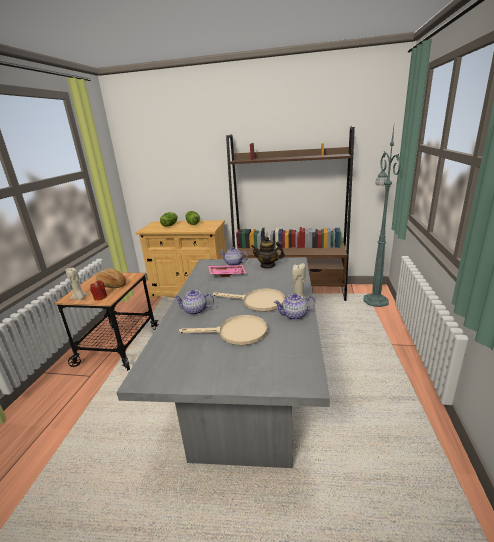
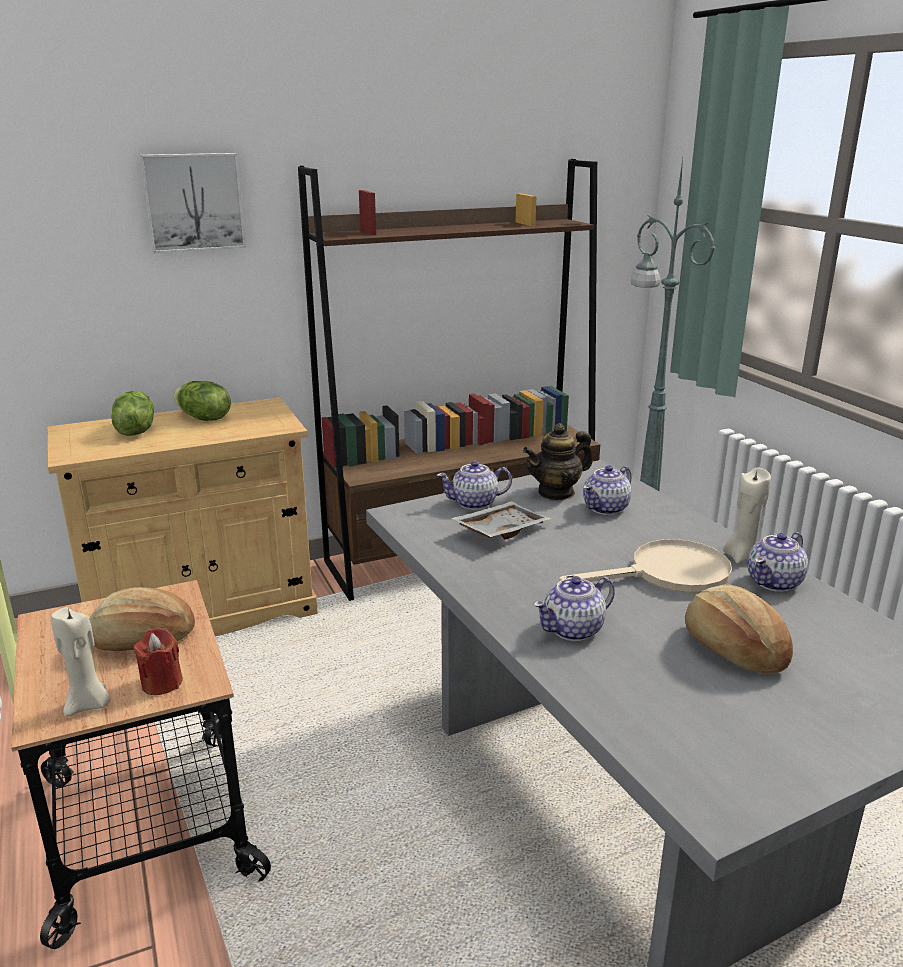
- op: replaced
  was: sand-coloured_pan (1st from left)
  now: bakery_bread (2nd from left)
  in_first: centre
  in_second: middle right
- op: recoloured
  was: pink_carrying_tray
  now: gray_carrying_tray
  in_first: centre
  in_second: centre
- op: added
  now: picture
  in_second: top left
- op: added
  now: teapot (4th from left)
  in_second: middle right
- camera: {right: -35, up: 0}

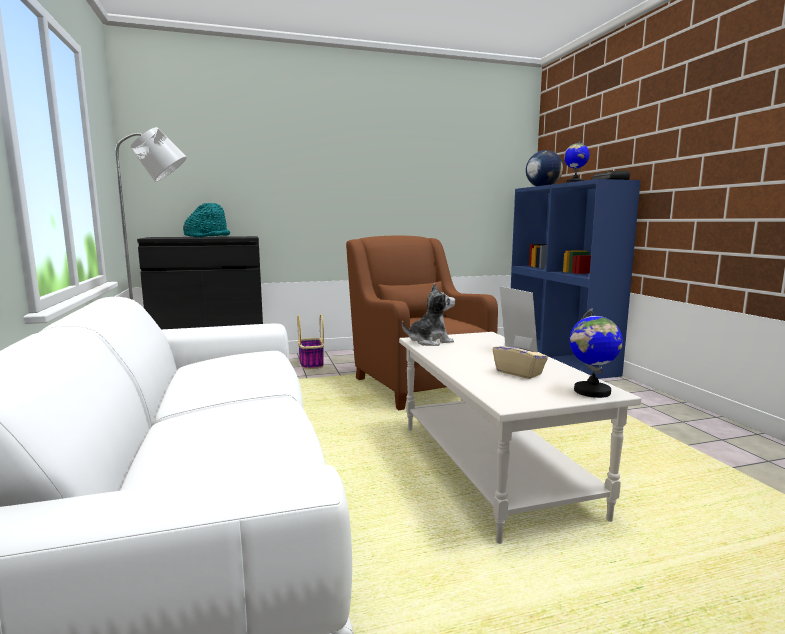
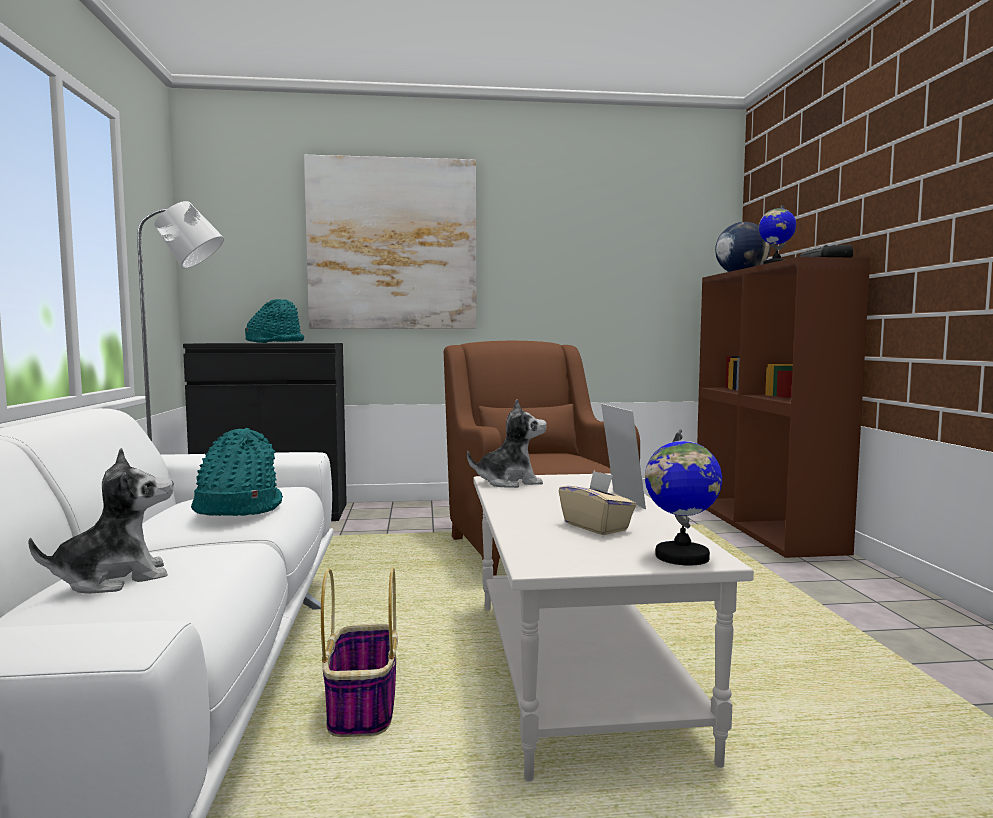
- op: moved
  was: household_basket
  in_first: centre
  in_second: bottom centre
- op: recoloured
  was: bluish_shelving_unit
  now: brownish_shelving_unit
  in_first: middle right
  in_second: middle right
- op: added
  now: plush_toy (1st from left)
  in_second: middle left
- op: added
  now: blue-green_clothing_hat (1st from left)
  in_second: middle left
- op: added
  now: picture
  in_second: top centre
- camera: {right: 10, up: -5}

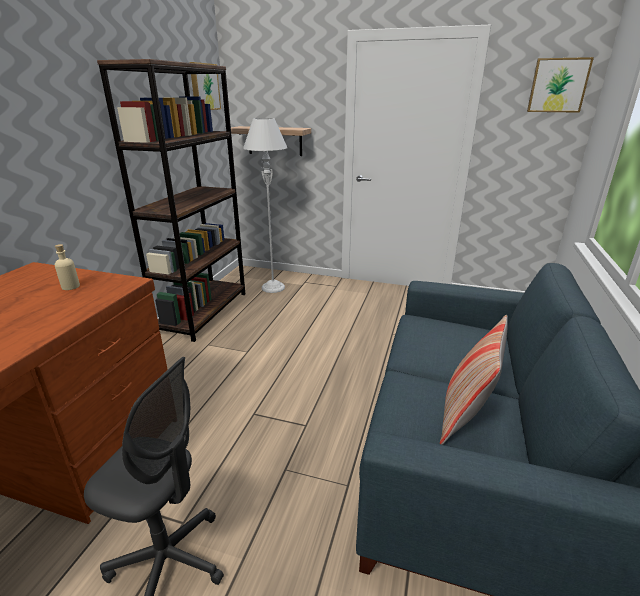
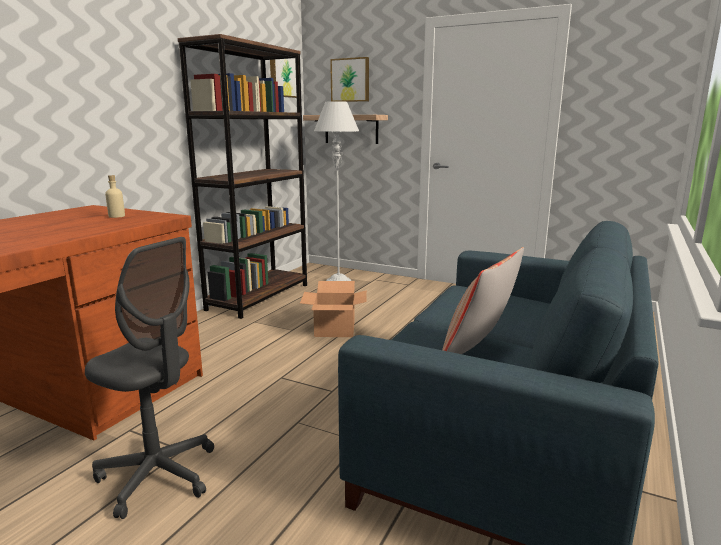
- op: moved
  was: picture (2nd from left)
  in_first: top right
  in_second: top centre
- op: added
  now: packing_box
  in_second: centre
- camera: {right: 10, up: -10}

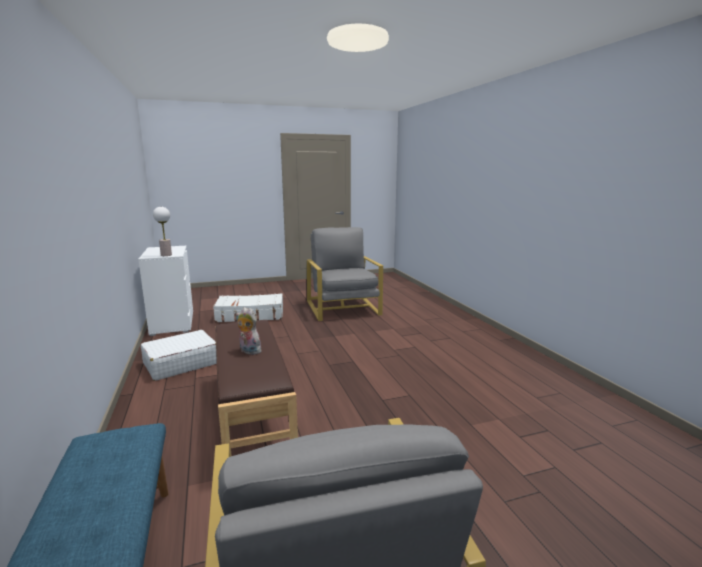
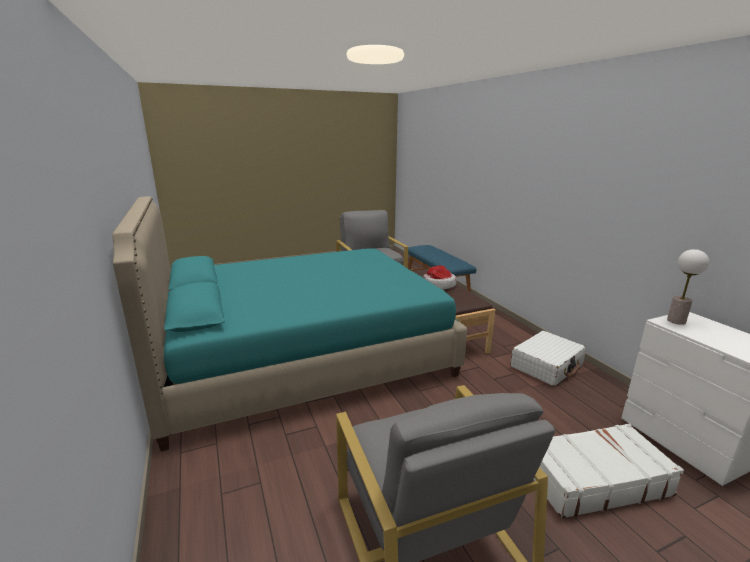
- op: replaced
  was: plush_toy
  now: clothing_hat
  in_first: centre
  in_second: centre
- op: added
  now: blue-green_bedroom_bed
  in_second: centre
- camera: {right: 175, up: 5}

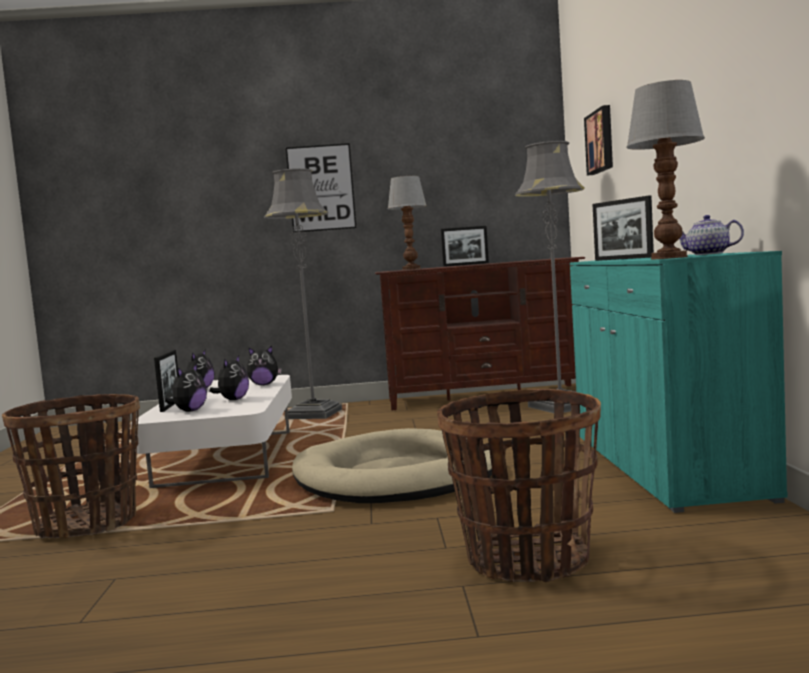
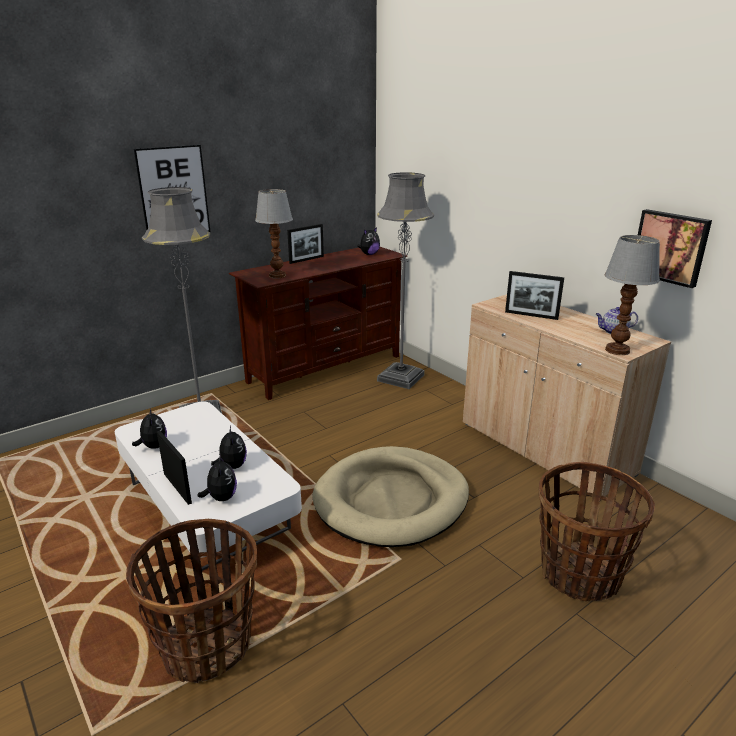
- op: moved
  was: plush_toy (4th from left)
  in_first: middle left
  in_second: top centre
- op: recoloured
  was: blue-green_cupboard
  now: sand-coloured_cupboard
  in_first: middle right
  in_second: middle right
- op: moved
  was: picture (2nd from left)
  in_first: top right
  in_second: middle right
- camera: {right: -35, up: 20}

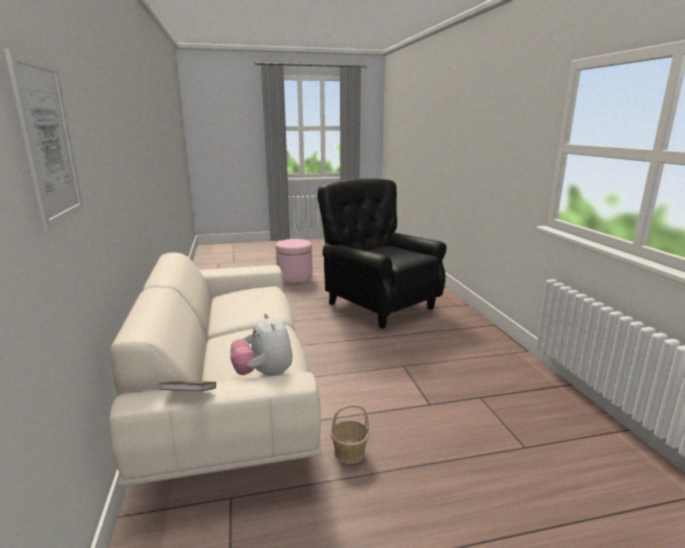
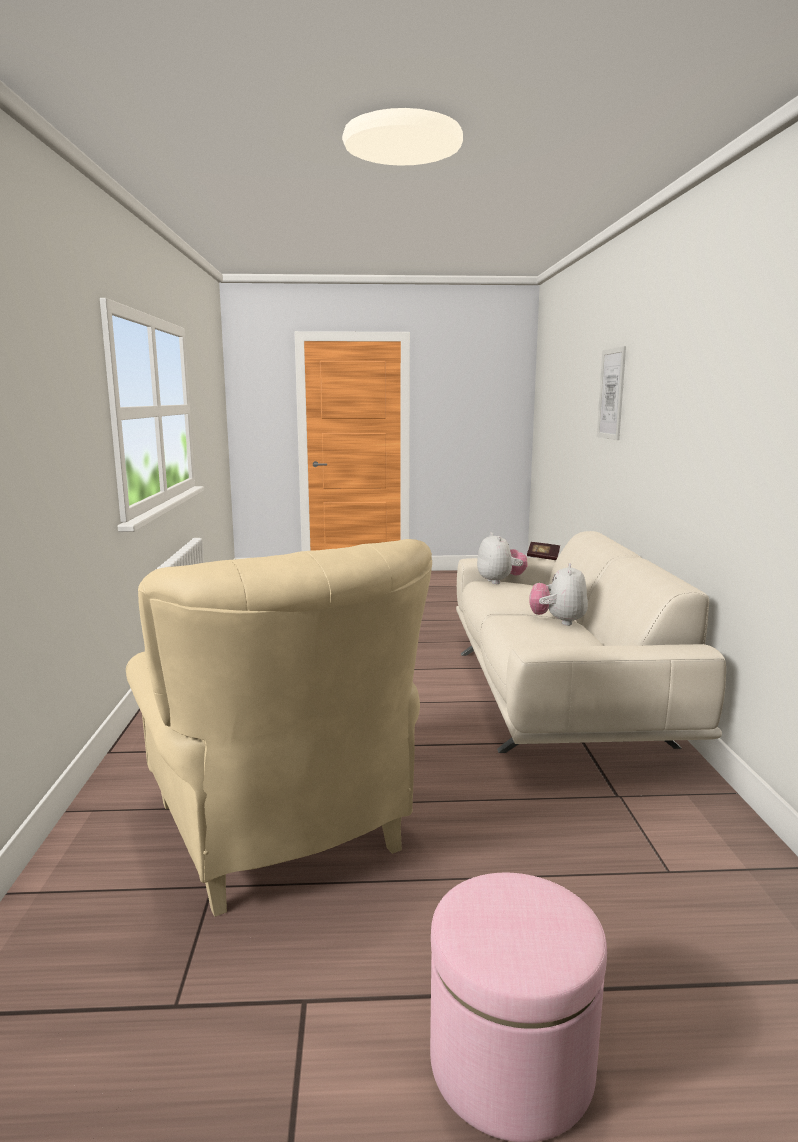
- op: recoloured
  was: black_armchair
  now: sand-coloured_armchair
  in_first: centre
  in_second: centre
- op: removed
  was: household_basket
  in_first: bottom centre
- op: added
  now: plush_toy (2nd from left)
  in_second: middle right
- camera: {right: -170, up: -5}

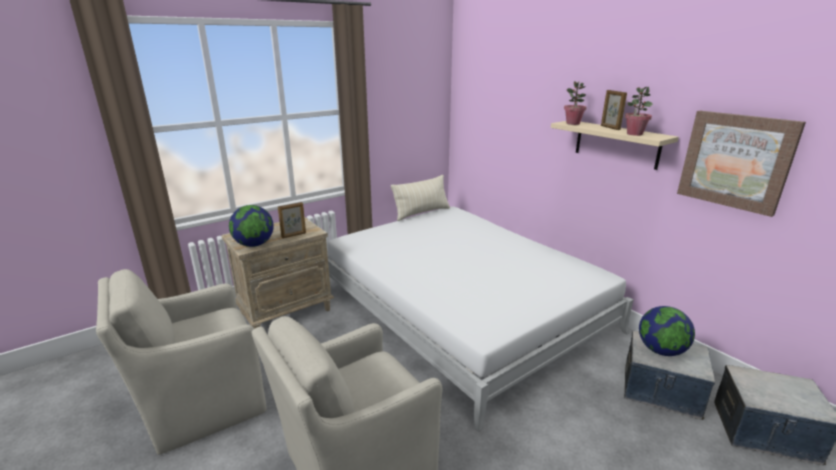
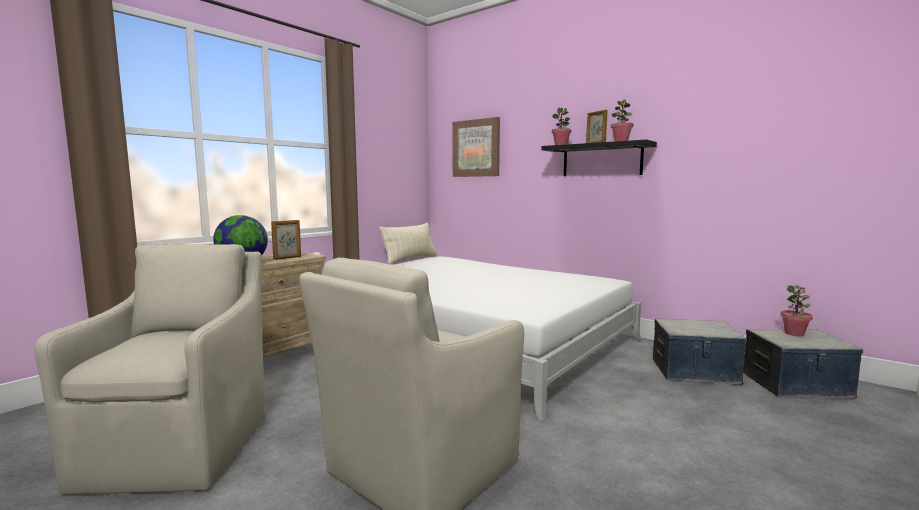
- op: turned
  was: sand-coloured_armchair (1st from left)
  in_first: bottom left
  in_second: bottom left
  clockwise: 135
- op: recoloured
  was: sand-coloured_bracket_shelf
  now: black_bracket_shelf
  in_first: top right
  in_second: top centre
- op: removed
  was: world_globe (2nd from left)
  in_first: bottom right
- op: moved
  was: picture
  in_first: middle right
  in_second: top centre
- op: added
  now: houseplant (3rd from left)
  in_second: middle right
- camera: {right: -15, up: -15}

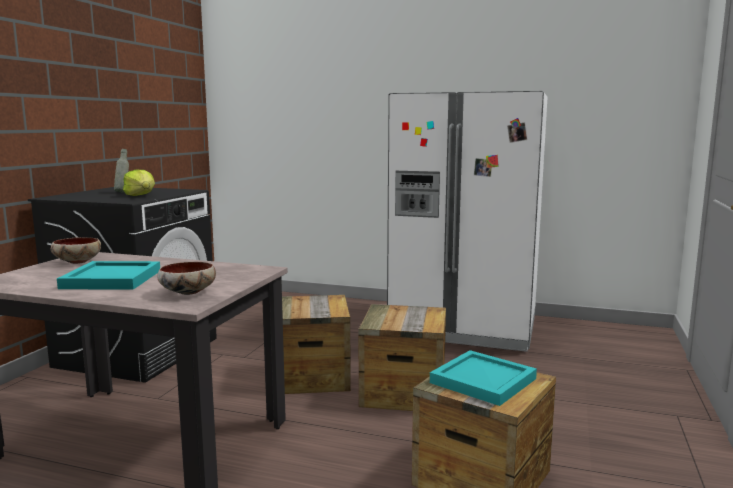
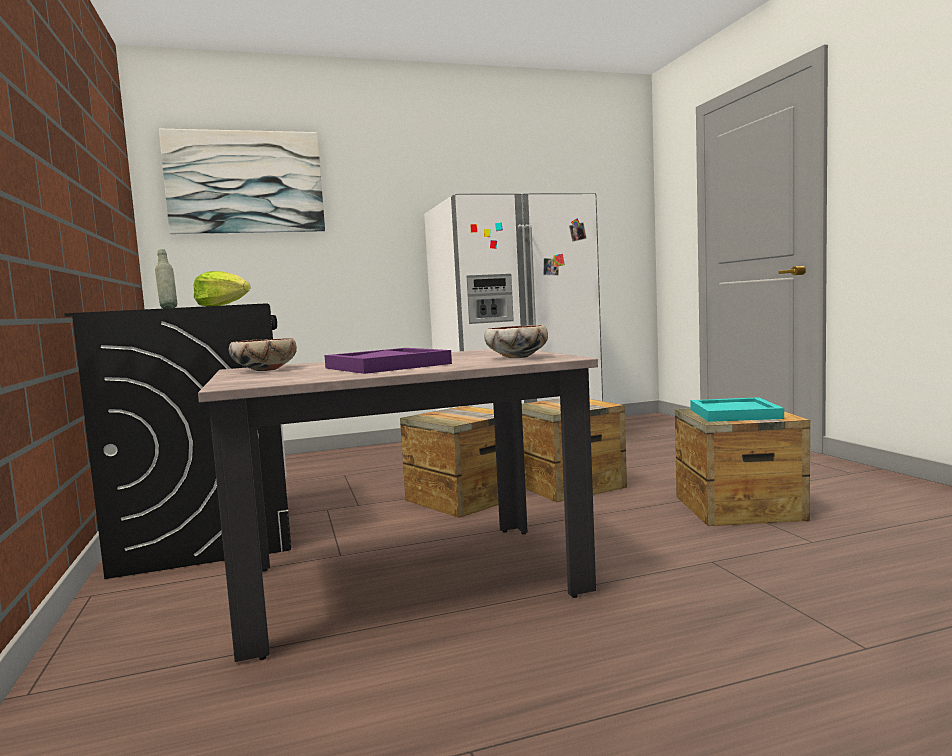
- op: recoloured
  was: blue-green_carrying_tray (1st from left)
  now: purple_carrying_tray
  in_first: middle left
  in_second: centre
- op: added
  now: picture
  in_second: top left
- camera: {right: -35, up: -5}

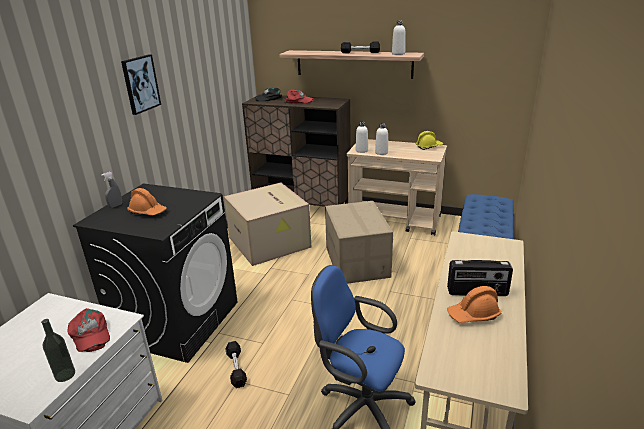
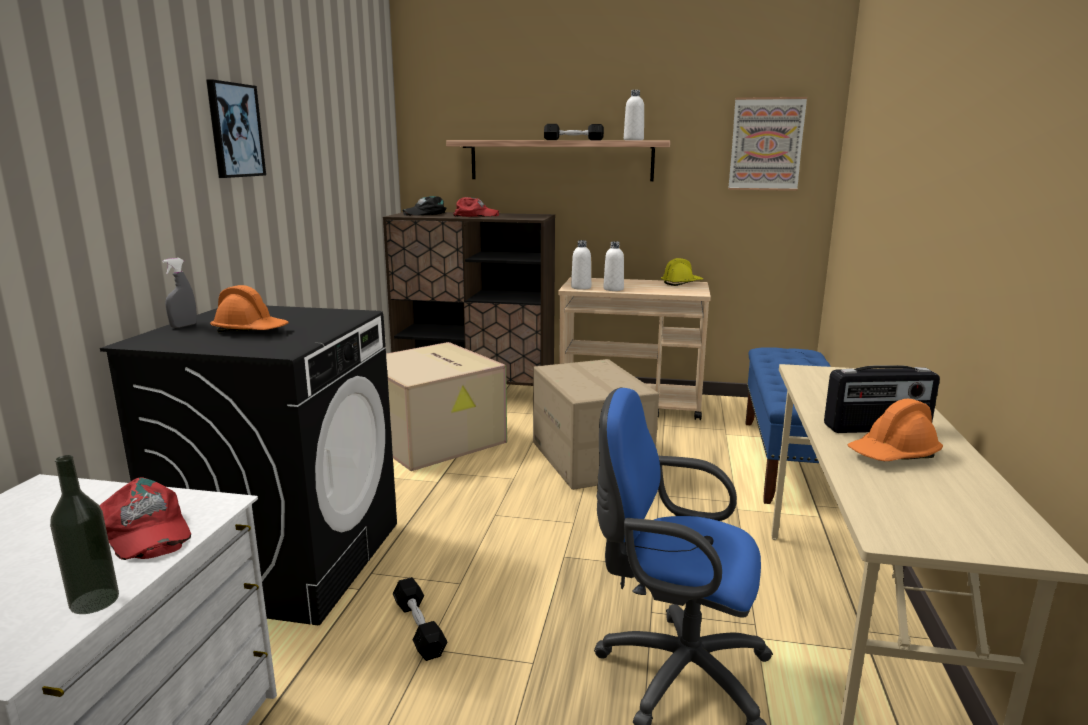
- op: added
  now: picture (2nd from left)
  in_second: top right
- camera: {right: -10, up: -10}

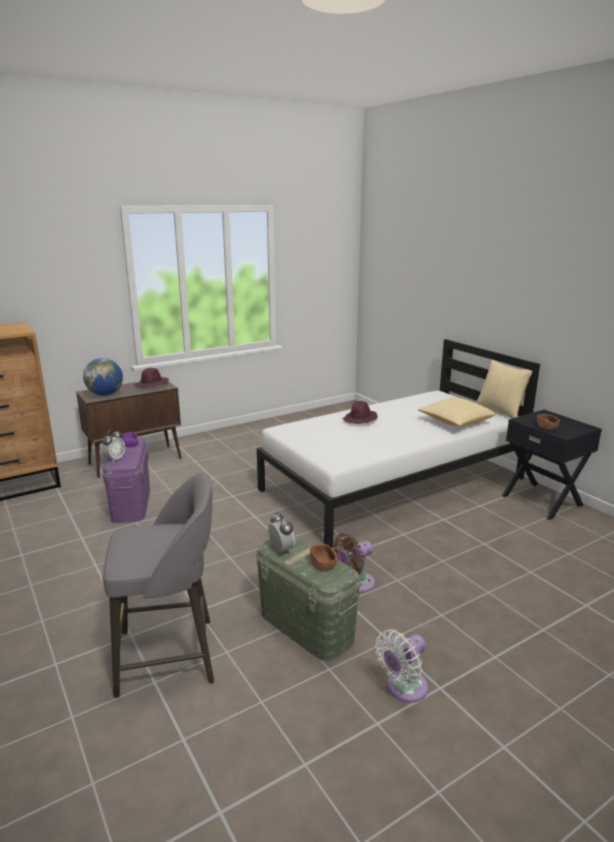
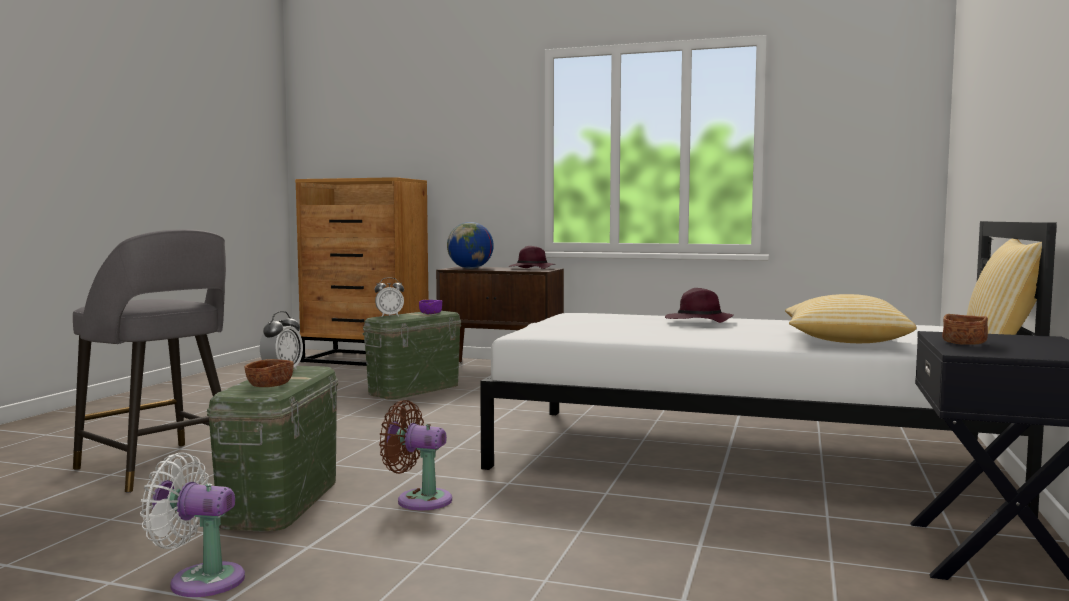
- op: recoloured
  was: purple_storage_bin
  now: greenish_storage_bin (2nd from left)
  in_first: middle left
  in_second: centre
- camera: {right: 50, up: -15}

